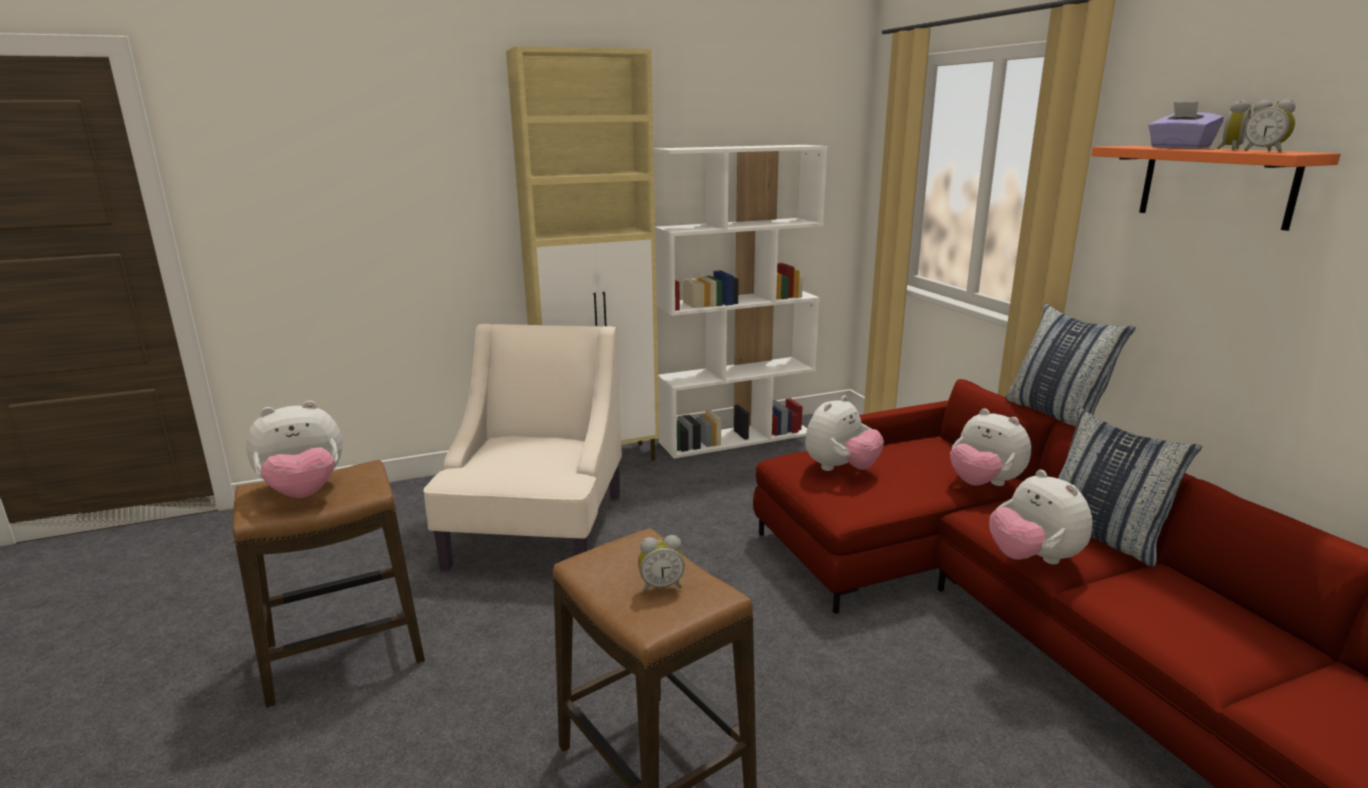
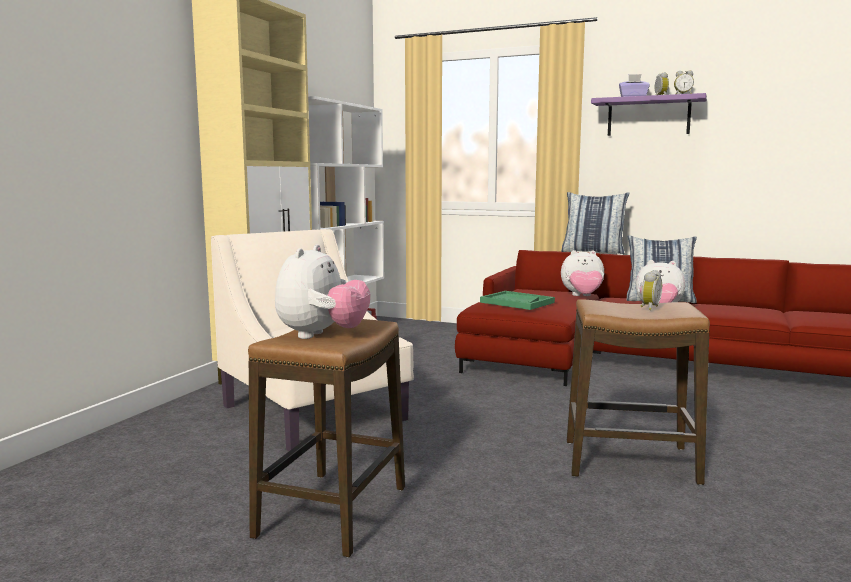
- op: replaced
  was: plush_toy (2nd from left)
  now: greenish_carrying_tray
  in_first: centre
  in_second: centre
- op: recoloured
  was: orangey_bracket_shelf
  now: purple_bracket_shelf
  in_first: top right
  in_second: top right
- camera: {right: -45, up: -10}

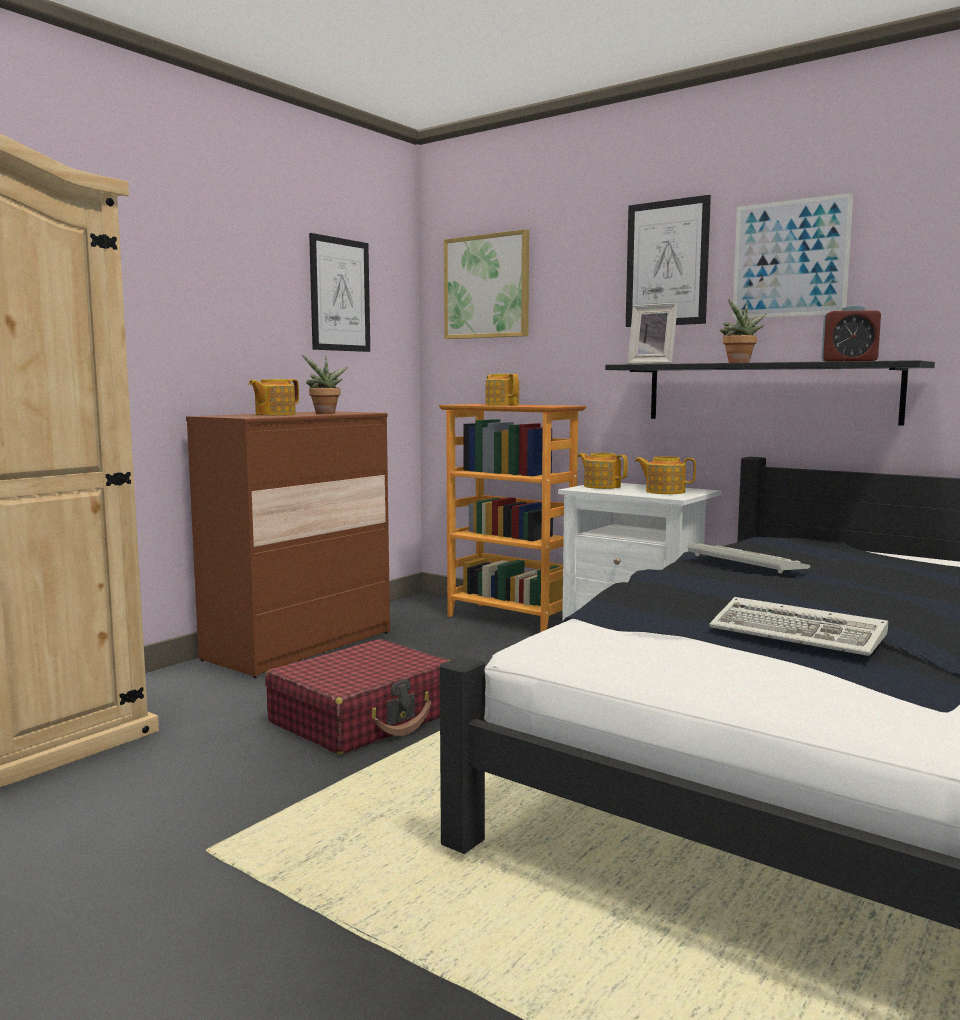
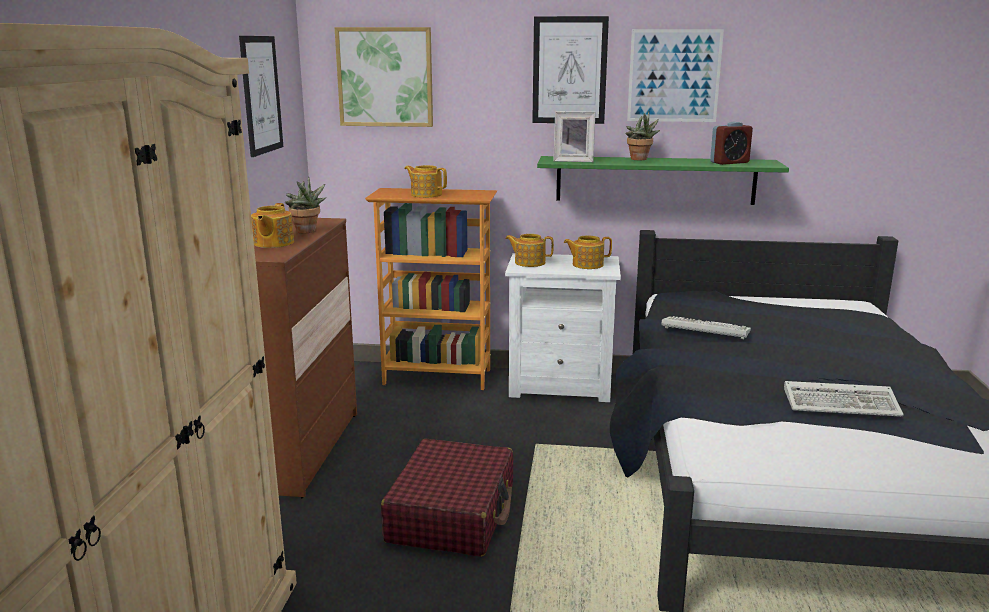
- op: recoloured
  was: black_bracket_shelf
  now: greenish_bracket_shelf
  in_first: middle right
  in_second: top right
- camera: {right: -30, up: 10}

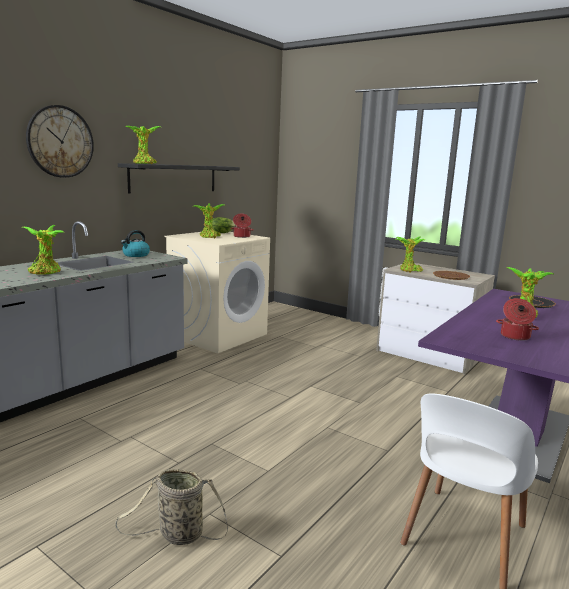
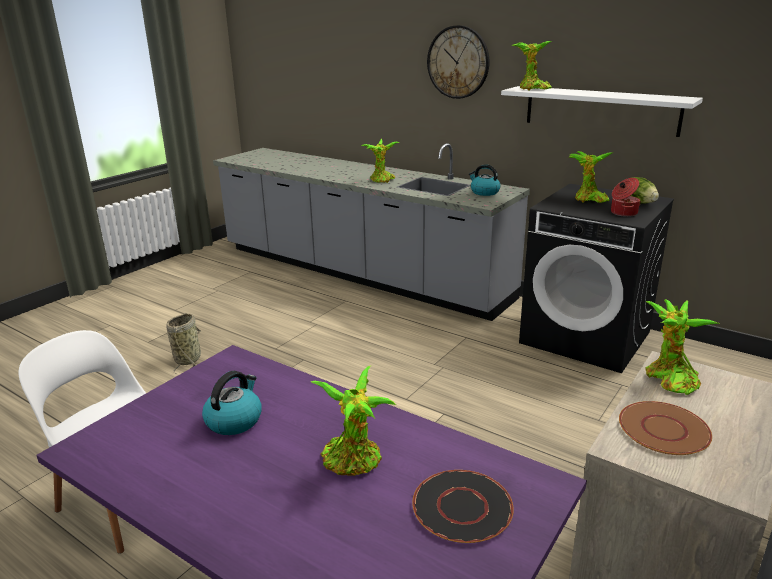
- op: recoloured
  was: black_bracket_shelf
  now: white_bracket_shelf
  in_first: top left
  in_second: top right
- op: recoloured
  was: sand-coloured_laundry_appliance
  now: black_laundry_appliance
  in_first: centre
  in_second: middle right
- op: replaced
  was: saucepot (2nd from left)
  now: water_kettle (1st from left)
  in_first: middle right
  in_second: bottom left
- camera: {right: 90, up: 10}

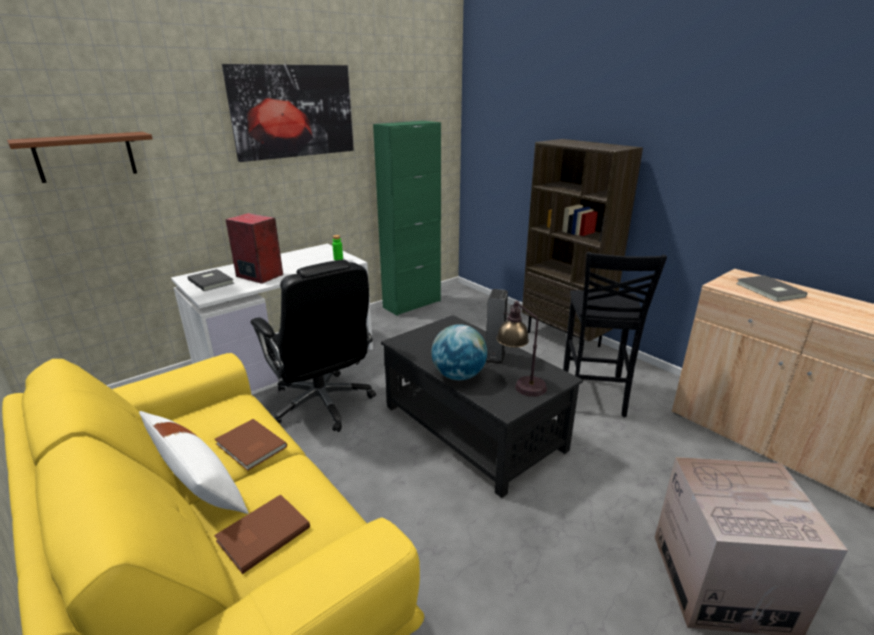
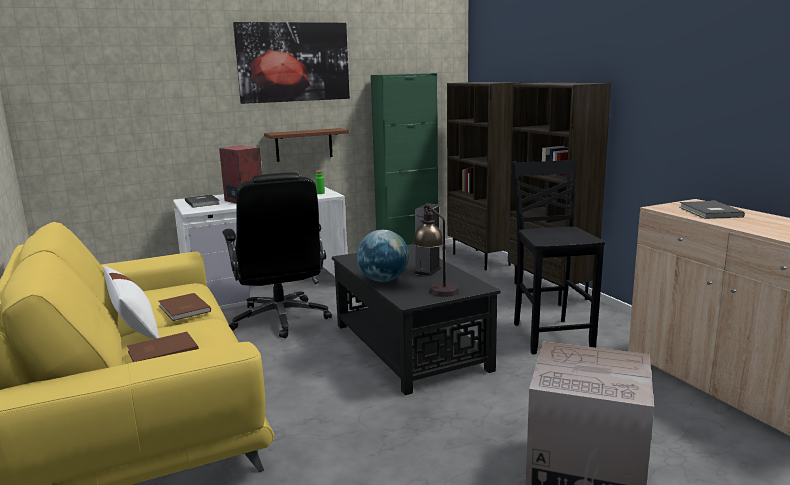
- op: moved
  was: brownish_bracket_shelf
  in_first: top left
  in_second: top centre
- op: turned
  was: black_upright_chair
  in_first: middle right
  in_second: middle right
  clockwise: 150
- op: added
  now: brownish_shelving_unit (1st from left)
  in_second: centre
- camera: {right: 15, up: -10}

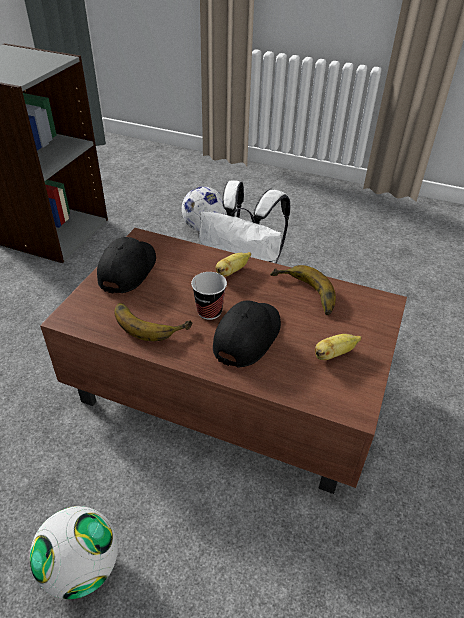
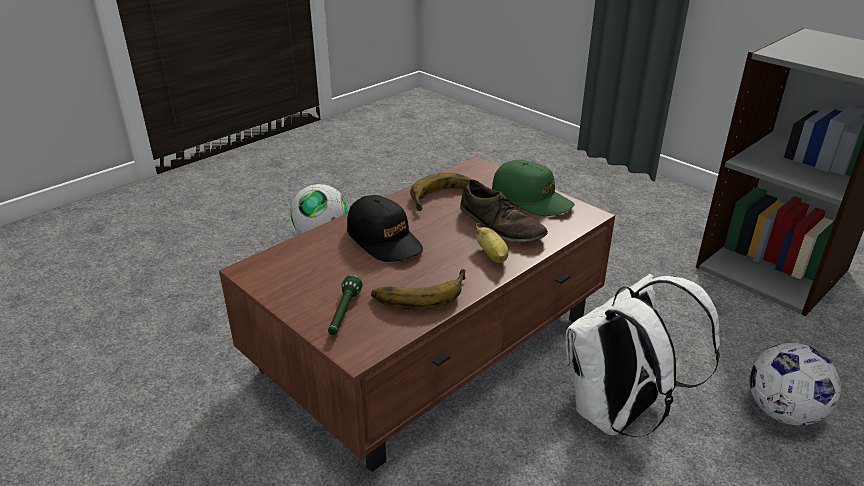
- op: recoloured
  was: black_baseball_cap (1st from left)
  now: greenish_baseball_cap
  in_first: middle left
  in_second: centre
- op: removed
  was: drinking_cup
  in_first: centre
- op: removed
  was: banana (4th from left)
  in_first: middle right
- op: added
  now: greenish_hand_torch
  in_second: centre
- op: added
  now: brownish_shoe
  in_second: centre
- camera: {right: 115, up: -10}

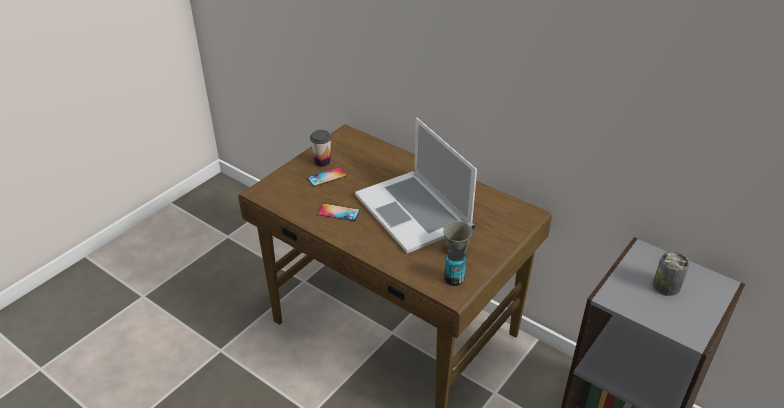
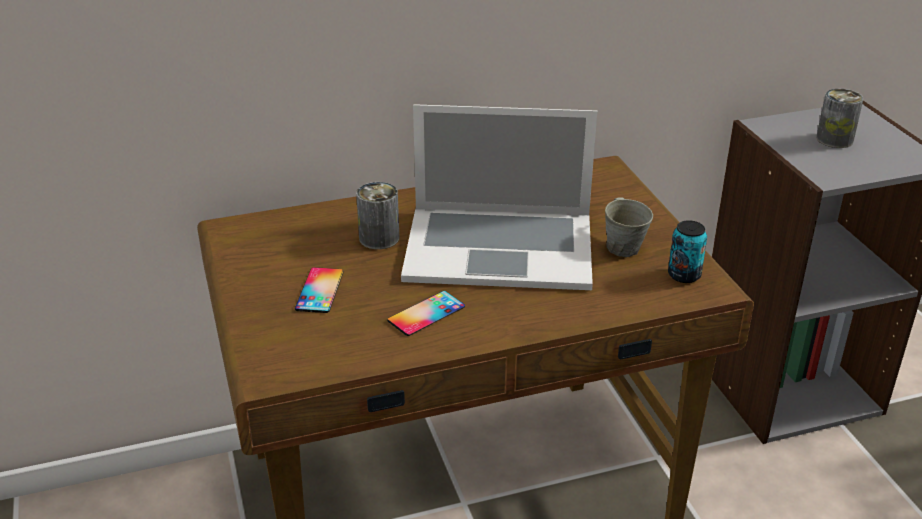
- op: removed
  was: drinking_cup
  in_first: centre
- op: added
  now: can (1st from left)
  in_second: centre
- camera: {right: -55, up: -5}

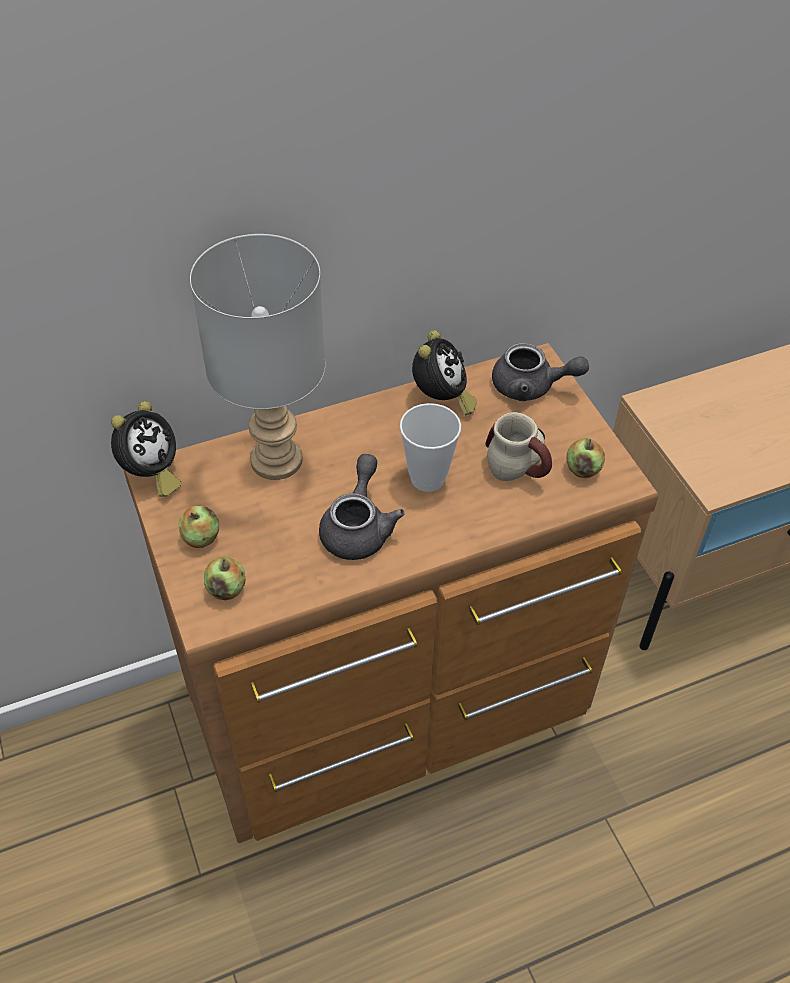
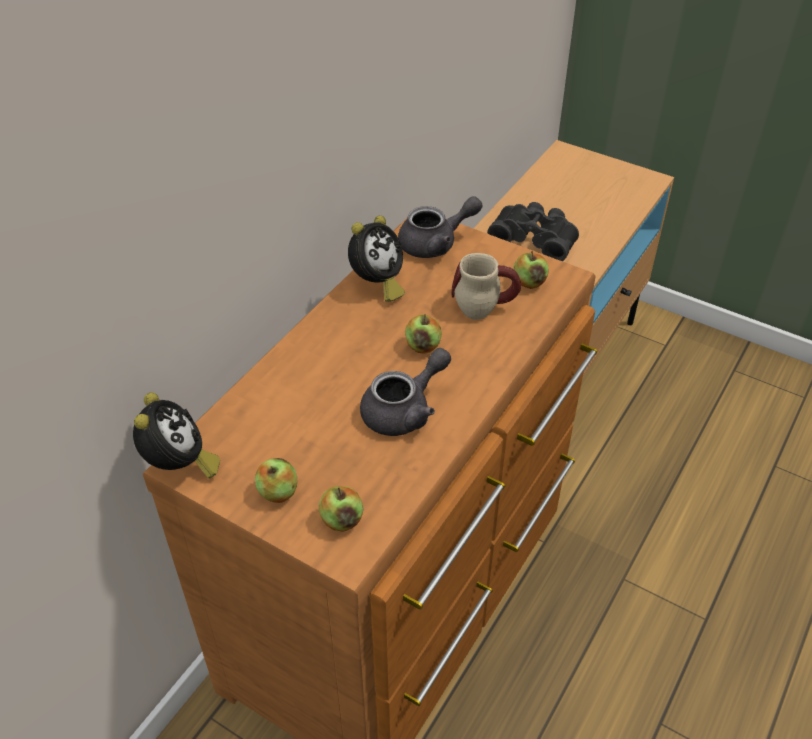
- op: removed
  was: gray_lamp_for_a_table
  in_first: middle left
- op: turned
  was: gray_teapot (1st from left)
  in_first: centre
  in_second: centre
  clockwise: 75
- op: replaced
  was: drinking_cup
  now: apple (3rd from left)
  in_first: centre
  in_second: centre
- op: turned
  was: bedside_clock (2nd from left)
  in_first: centre
  in_second: centre
  clockwise: 60
- op: added
  now: black_pair_of_binoculars
  in_second: top centre
- camera: {right: -35, up: -5}

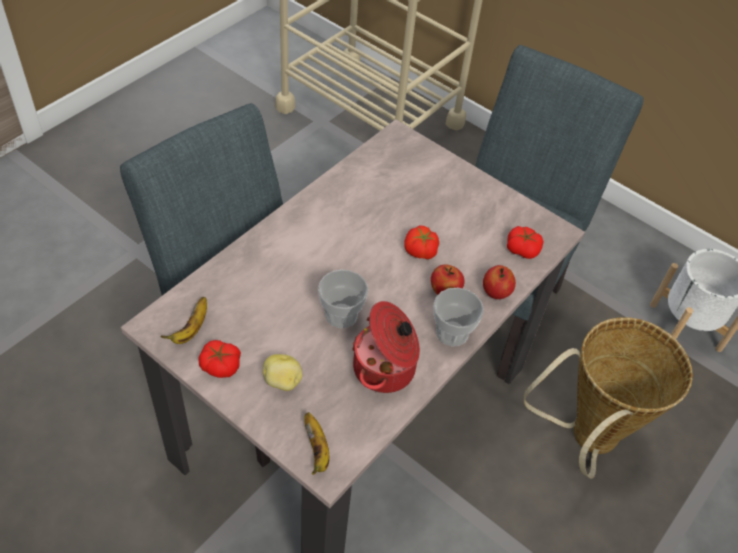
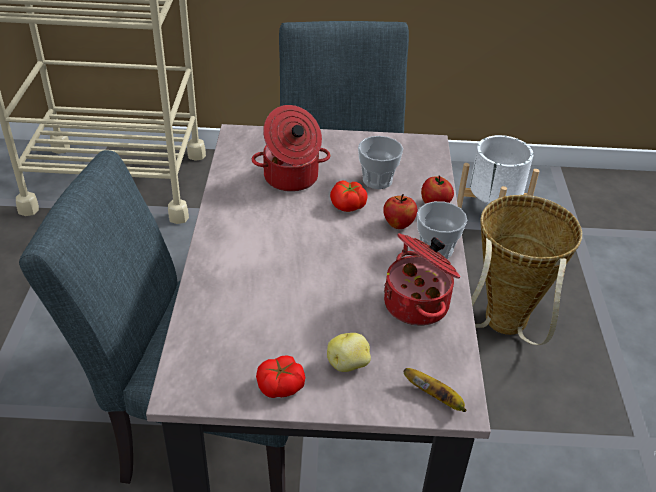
- op: removed
  was: banana (1st from left)
  in_first: middle left
- op: moved
  was: drinking_cup (1st from left)
  in_first: centre
  in_second: top centre
- op: removed
  was: whole_tomato (3rd from left)
  in_first: middle right
- op: added
  now: saucepot (1st from left)
  in_second: top centre
- camera: {right: -35, up: -10}

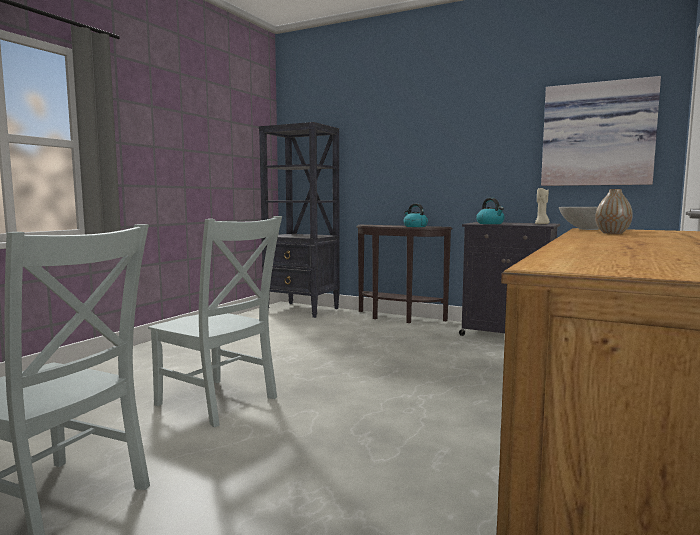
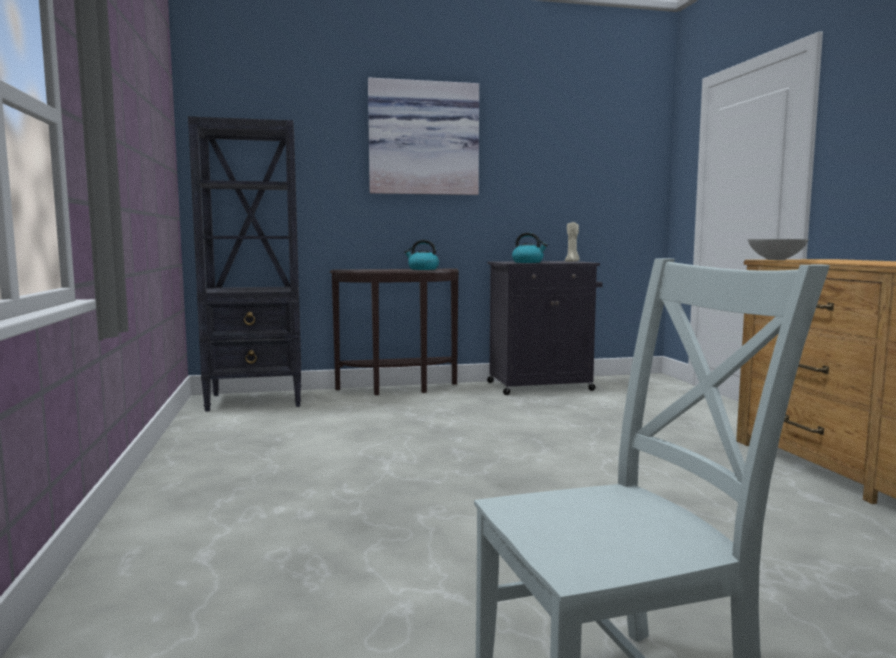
- op: removed
  was: gray_upright_chair (2nd from left)
  in_first: middle left
- op: moved
  was: picture
  in_first: top right
  in_second: top centre
- op: removed
  was: flower_vase
  in_first: middle right
- camera: {right: -40, up: 0}

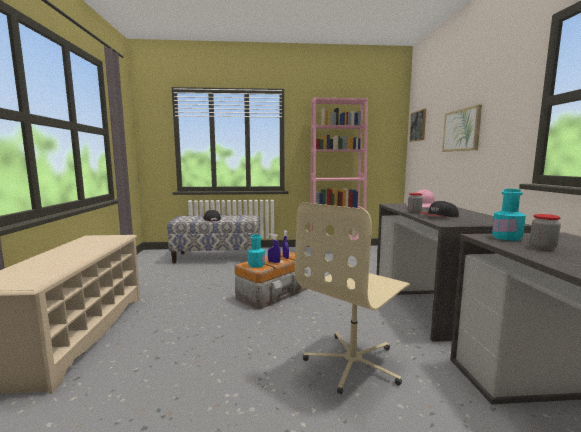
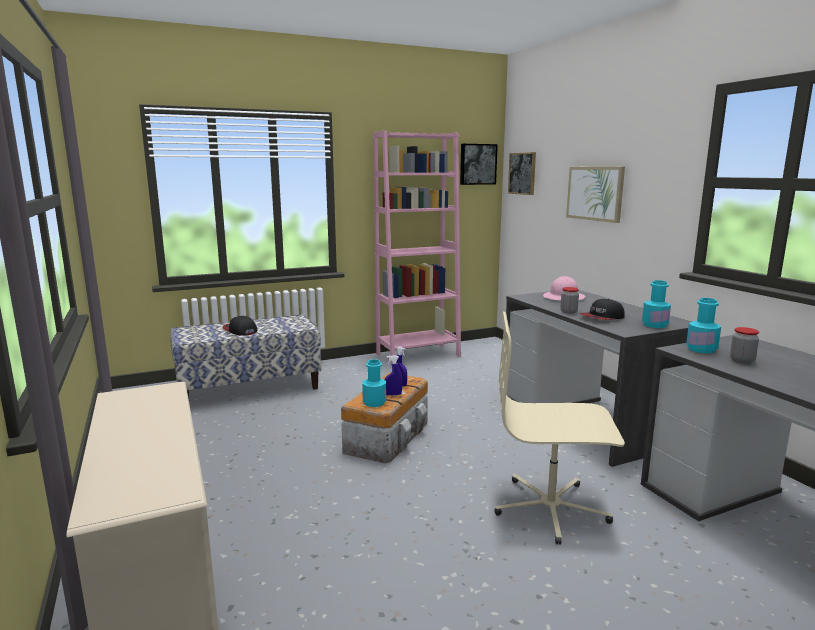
- op: turned
  was: sand-coloured_computer_chair
  in_first: bottom centre
  in_second: bottom right
  clockwise: 75
- op: added
  now: picture (1st from left)
  in_second: top centre
- op: added
  now: blue-green_bottle (2nd from left)
  in_second: middle right
- camera: {right: -20, up: 5}

